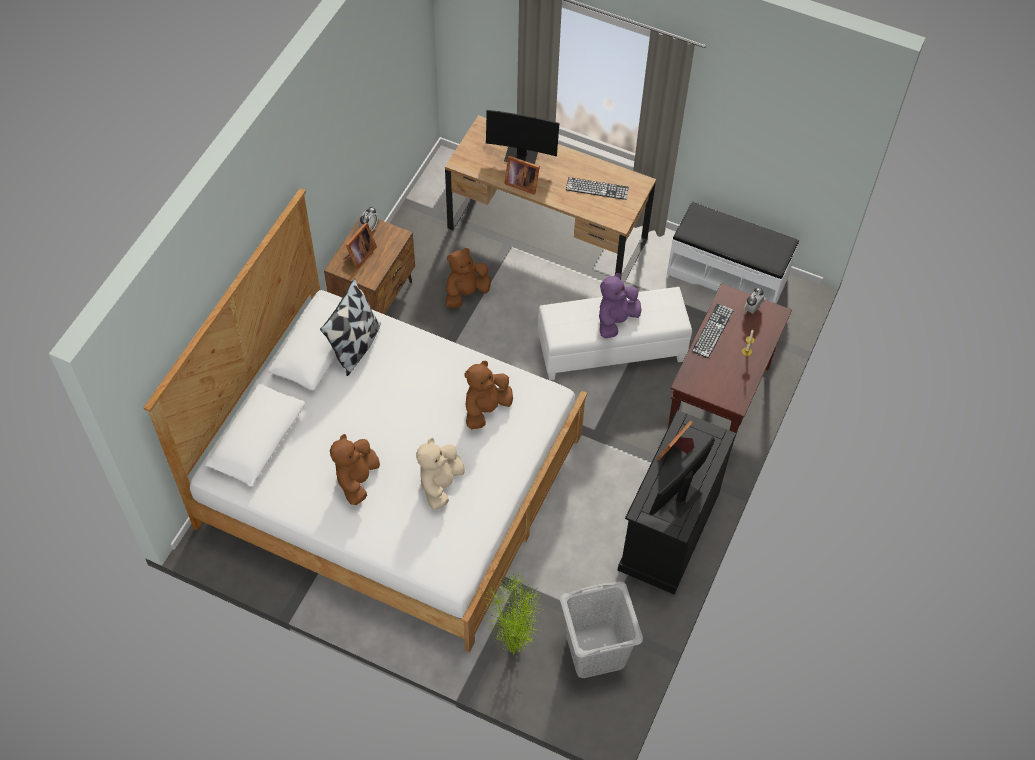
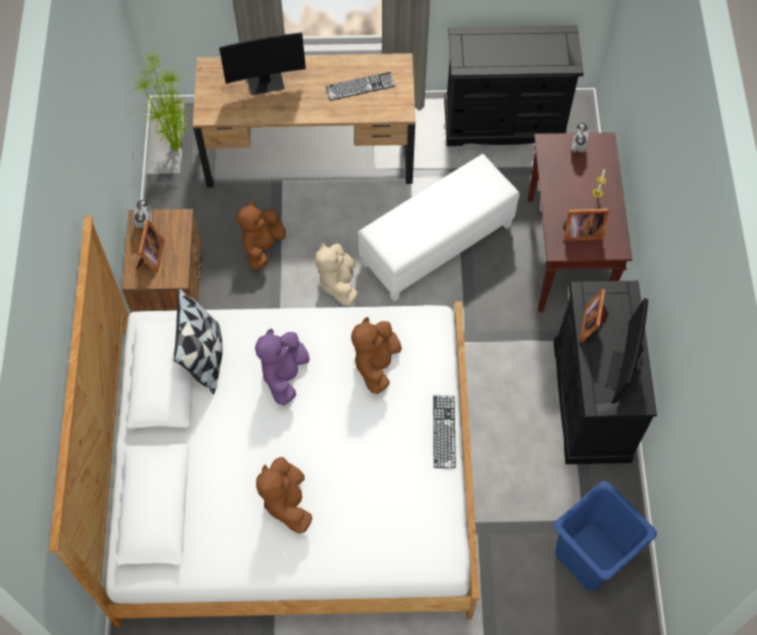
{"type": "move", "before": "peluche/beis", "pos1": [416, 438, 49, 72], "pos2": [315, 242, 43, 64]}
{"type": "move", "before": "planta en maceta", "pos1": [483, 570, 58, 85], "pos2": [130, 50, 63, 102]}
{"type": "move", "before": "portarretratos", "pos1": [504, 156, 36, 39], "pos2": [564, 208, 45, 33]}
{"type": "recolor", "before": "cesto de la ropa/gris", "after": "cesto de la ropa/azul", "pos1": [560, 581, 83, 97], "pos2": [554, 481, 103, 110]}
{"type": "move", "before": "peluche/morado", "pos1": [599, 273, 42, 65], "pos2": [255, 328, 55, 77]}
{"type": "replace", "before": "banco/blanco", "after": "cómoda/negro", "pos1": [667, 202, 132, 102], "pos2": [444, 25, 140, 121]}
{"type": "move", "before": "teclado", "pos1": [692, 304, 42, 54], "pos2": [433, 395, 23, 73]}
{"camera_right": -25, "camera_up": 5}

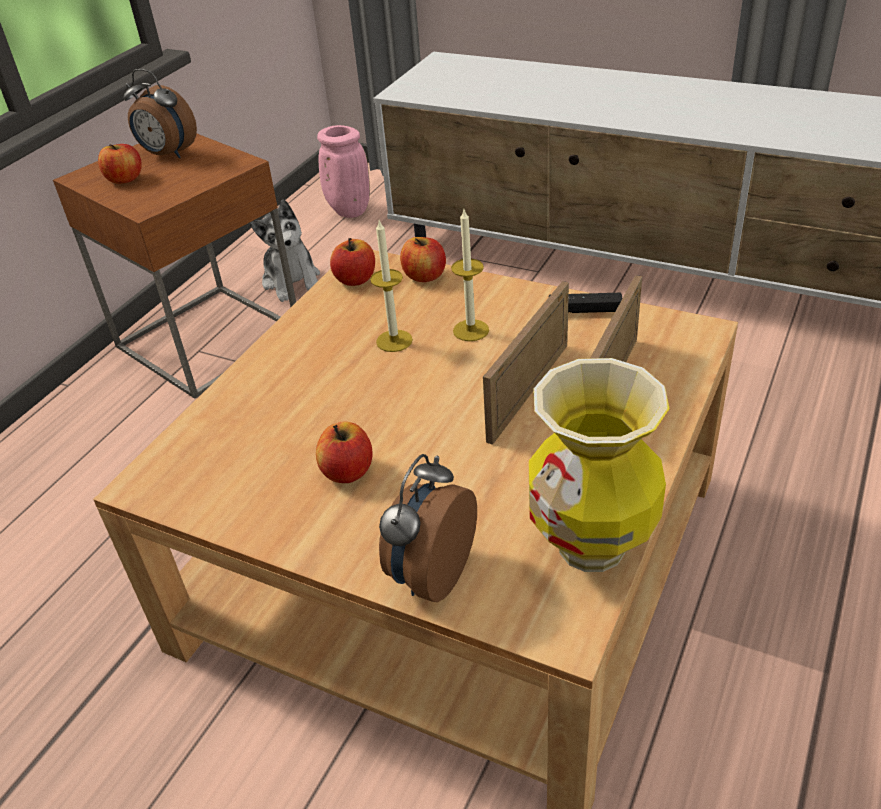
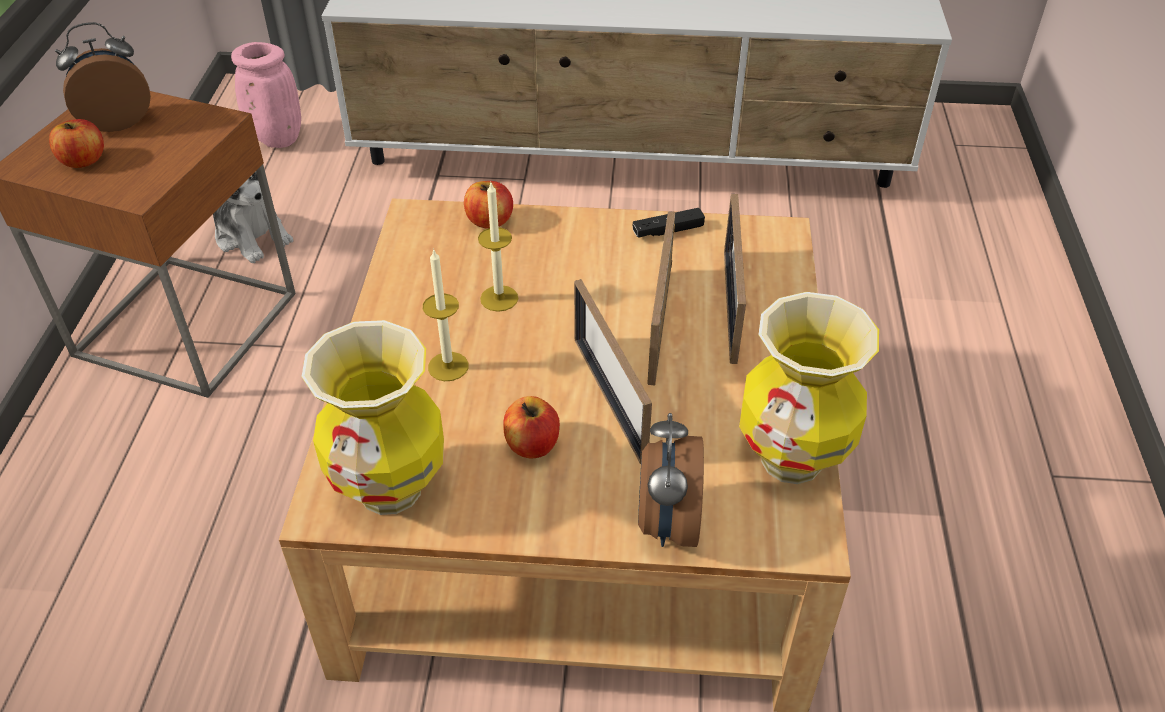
{"type": "rotate", "before": "despertador", "pos1": [123, 69, 74, 89], "pos2": [55, 22, 96, 110], "turn": 150}
{"type": "delete", "before": "manzana", "pos1": [330, 238, 45, 48]}
{"type": "move", "before": "vela", "pos1": [451, 210, 38, 131], "pos2": [423, 248, 45, 133]}
{"type": "insert", "after": "florero", "pos2": [301, 320, 143, 195]}
{"type": "insert", "after": "portarretratos", "pos2": [574, 279, 78, 185]}
{"camera_right": -25, "camera_up": 5}

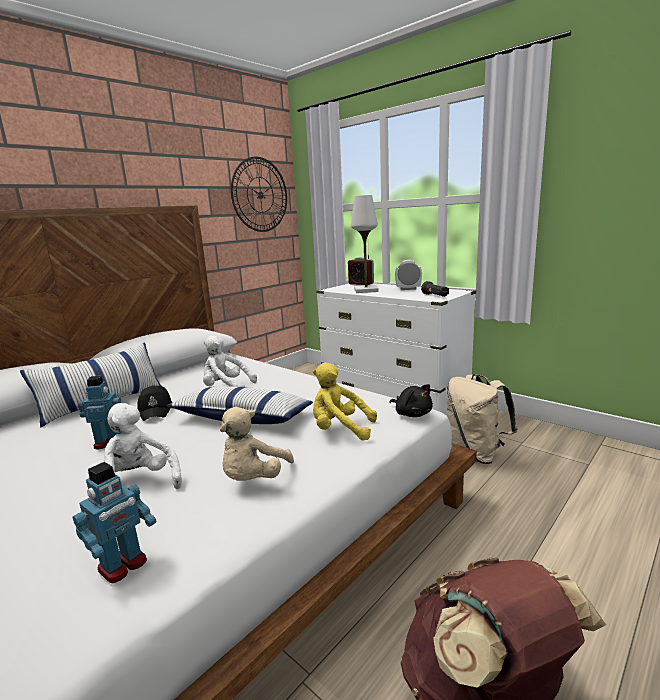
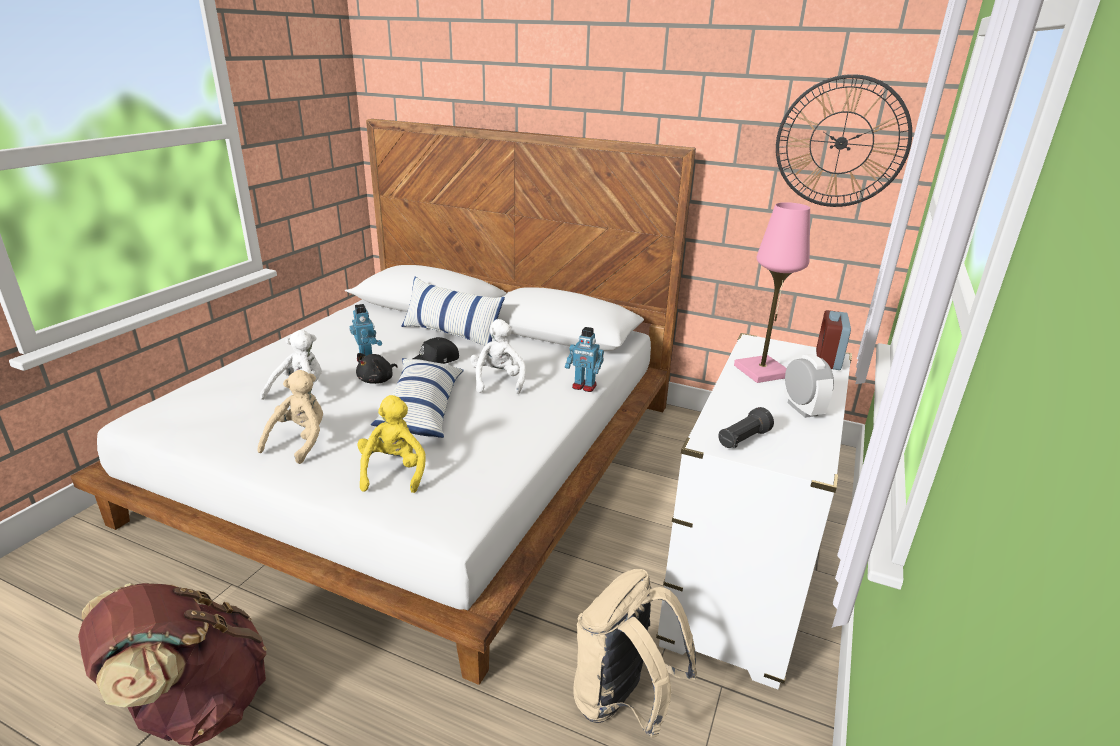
{"type": "move", "before": "robot de juguete", "pos1": [73, 462, 83, 121], "pos2": [565, 327, 39, 65]}
{"type": "rotate", "before": "peluche/beis", "pos1": [220, 407, 74, 74], "pos2": [257, 370, 66, 94], "turn": 105}
{"type": "recolor", "before": "lámpara de mesa/blanco", "after": "lámpara de mesa/rosa", "pos1": [351, 195, 28, 98], "pos2": [734, 202, 76, 181]}
{"type": "move", "before": "peluche/negro", "pos1": [389, 384, 44, 33], "pos2": [356, 353, 42, 31]}
{"camera_right": 70, "camera_up": 10}

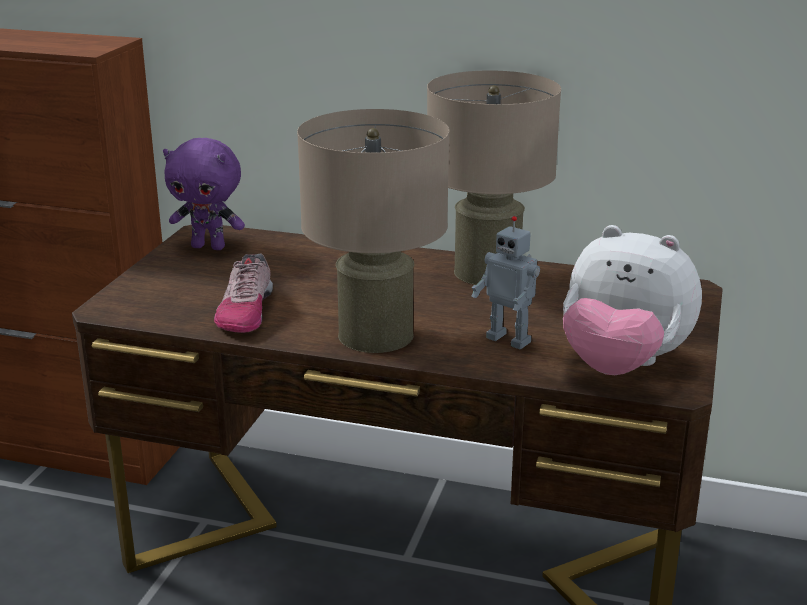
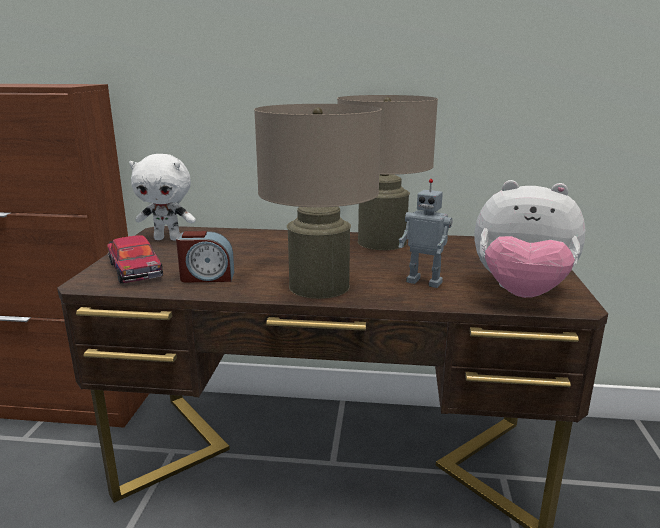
{"type": "recolor", "before": "peluche/morado", "after": "peluche/blanco", "pos1": [163, 138, 82, 112], "pos2": [129, 154, 67, 86]}
{"type": "replace", "before": "zapato", "after": "despertador", "pos1": [214, 253, 59, 80], "pos2": [176, 231, 58, 52]}
{"type": "insert", "after": "coche de juguete", "pos2": [107, 235, 56, 48]}
{"camera_right": -10, "camera_up": -5}

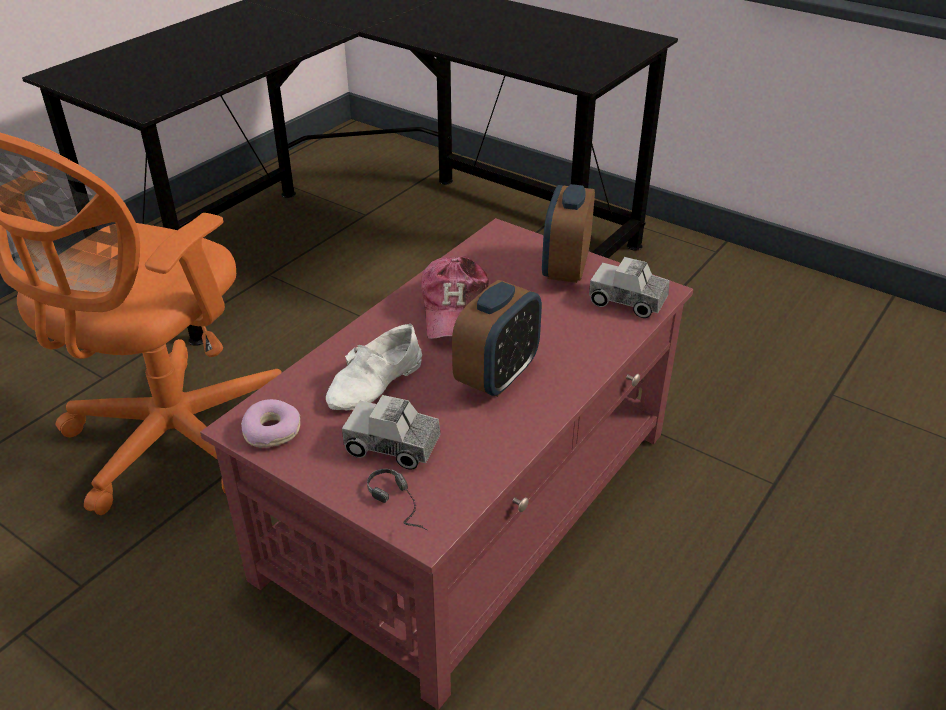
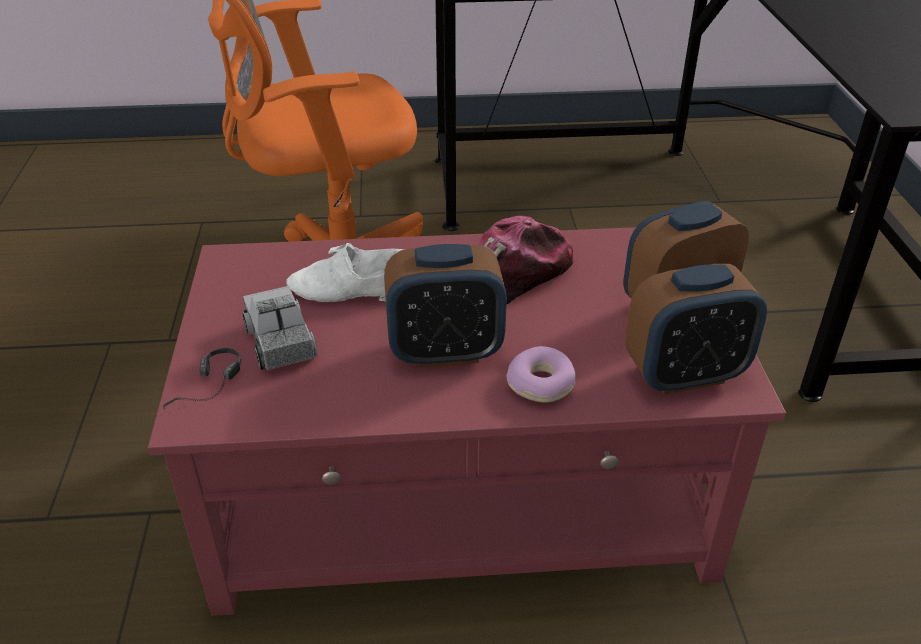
{"type": "move", "before": "rosquilla", "pos1": [241, 399, 59, 49], "pos2": [506, 346, 70, 57]}
{"type": "replace", "before": "camión de juguete", "after": "despertador", "pos1": [589, 257, 80, 61], "pos2": [625, 264, 142, 130]}
{"camera_right": 50, "camera_up": 0}

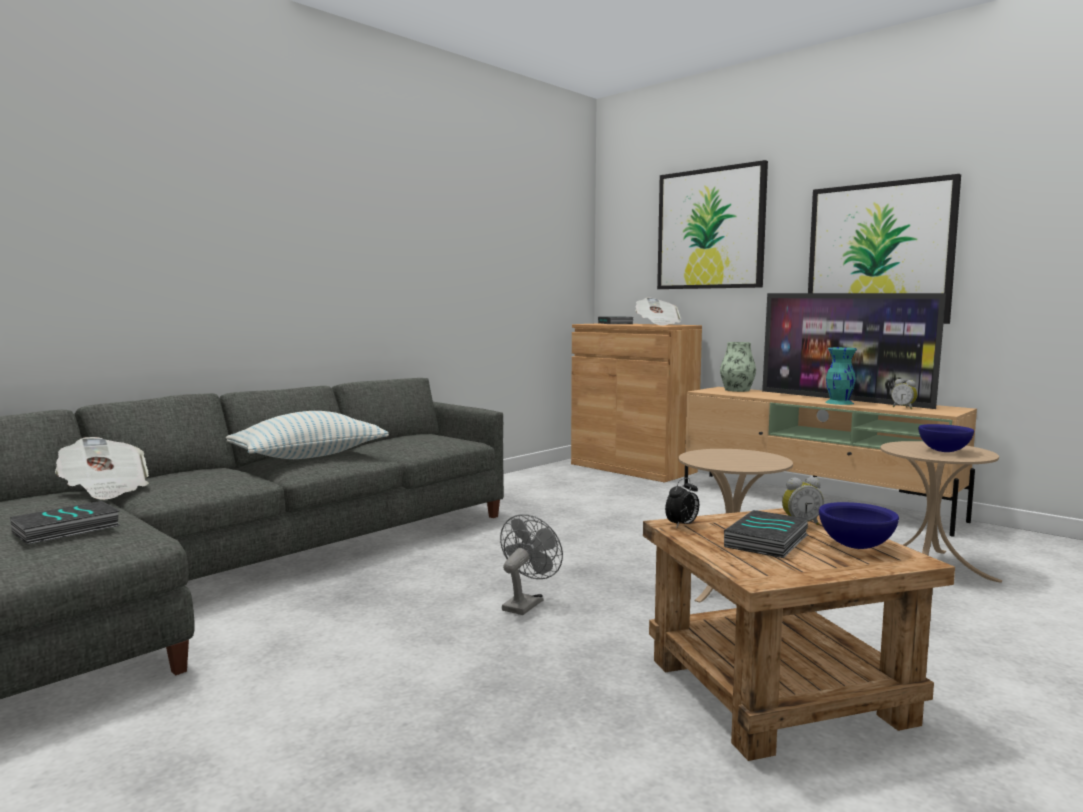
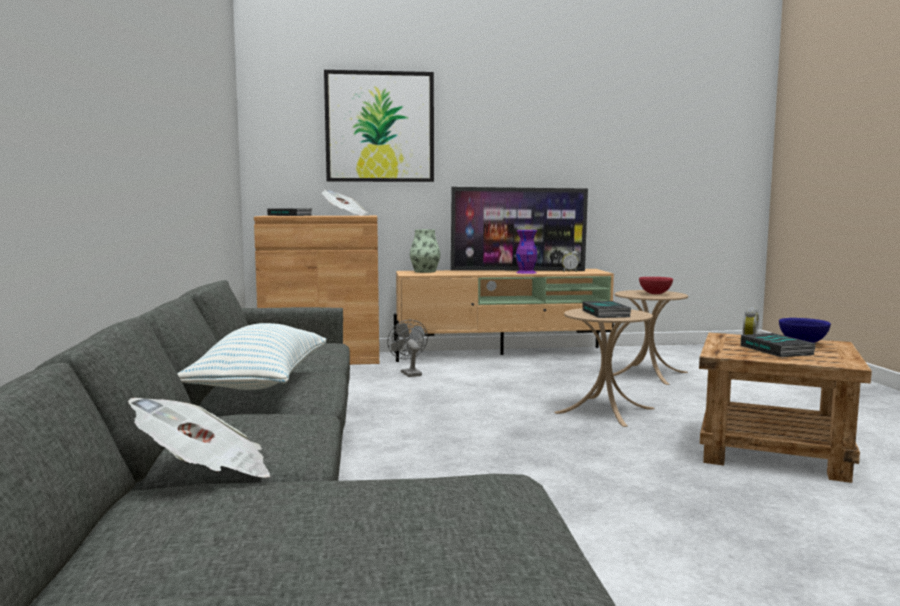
{"type": "move", "before": "libro", "pos1": [10, 501, 110, 44], "pos2": [583, 301, 48, 17]}
{"type": "move", "before": "ventilador/gris", "pos1": [500, 514, 63, 101], "pos2": [387, 320, 41, 57]}
{"type": "delete", "before": "despertador", "pos1": [665, 478, 34, 50]}
{"type": "delete", "before": "cuadro", "pos1": [808, 174, 153, 150]}
{"type": "recolor", "before": "florero/turquesa", "after": "florero/morado", "pos1": [825, 347, 32, 58], "pos2": [516, 230, 21, 44]}
{"type": "recolor", "before": "cuenco/azul", "after": "cuenco/rojo", "pos1": [918, 424, 56, 28], "pos2": [639, 277, 34, 17]}
{"camera_right": -50, "camera_up": 0}

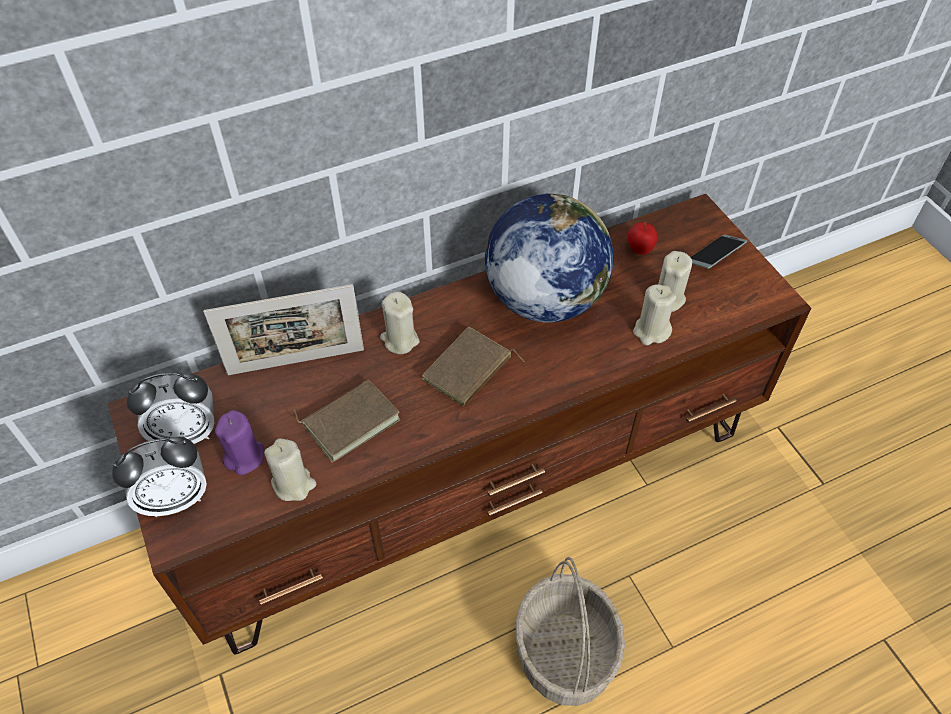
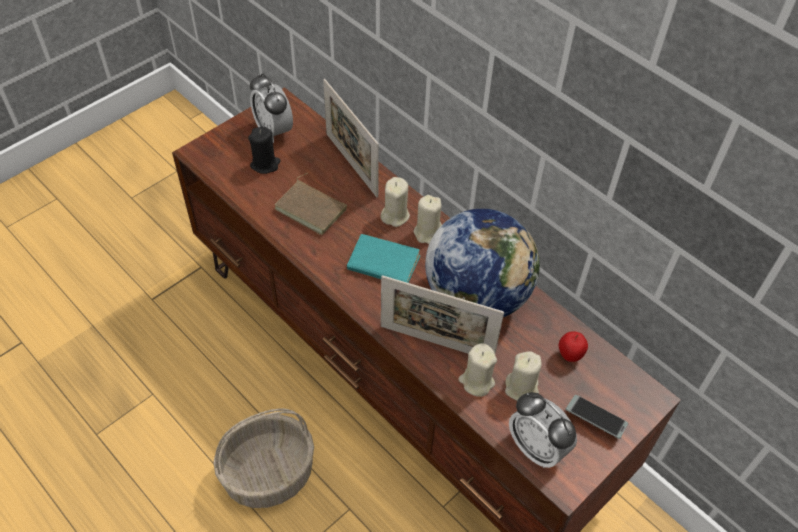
{"type": "move", "before": "despertador", "pos1": [112, 437, 95, 80], "pos2": [509, 392, 68, 76]}
{"type": "recolor", "before": "vela/morado", "after": "vela/negro", "pos1": [215, 410, 49, 65], "pos2": [248, 127, 33, 47]}
{"type": "move", "before": "vela/beis", "pos1": [264, 439, 52, 62], "pos2": [414, 195, 28, 49]}
{"type": "recolor", "before": "libro/marrón", "after": "libro/turquesa", "pos1": [422, 327, 103, 80], "pos2": [347, 234, 74, 49]}
{"type": "insert", "after": "portarretratos", "pos2": [381, 275, 123, 78]}
{"camera_right": 70, "camera_up": 0}

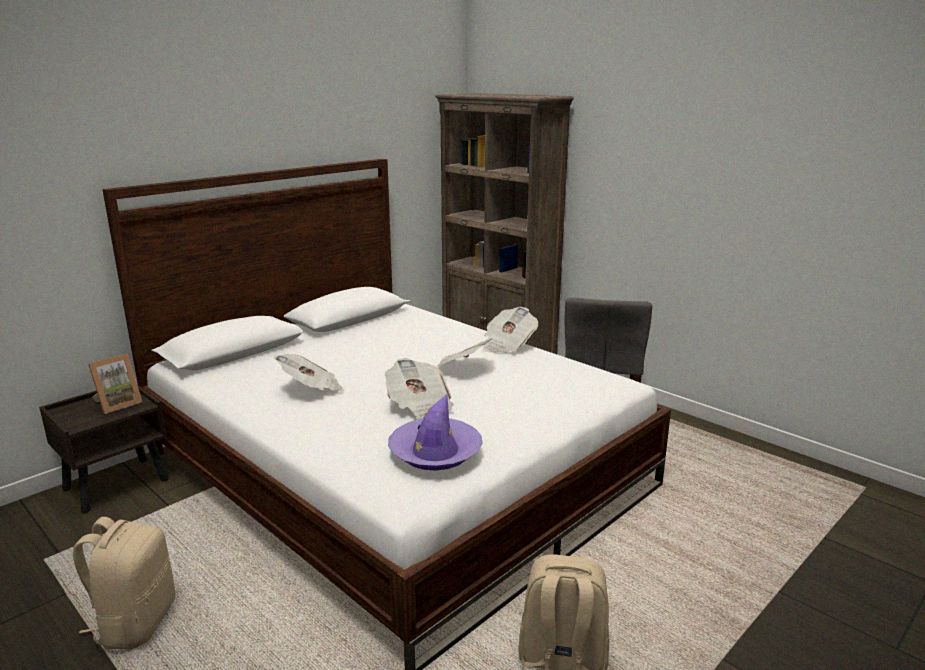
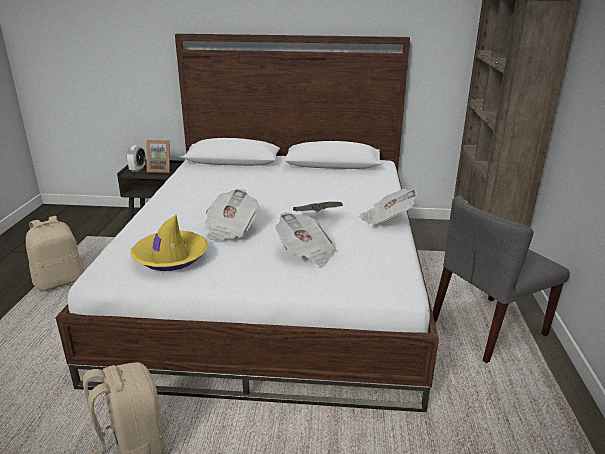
{"type": "move", "before": "periódico", "pos1": [274, 354, 71, 37], "pos2": [275, 212, 61, 54]}
{"type": "recolor", "before": "sombrero/morado", "after": "sombrero/amarillo", "pos1": [388, 394, 95, 76], "pos2": [131, 215, 77, 56]}
{"type": "insert", "after": "despertador", "pos2": [126, 145, 19, 27]}
{"camera_right": 50, "camera_up": 5}

